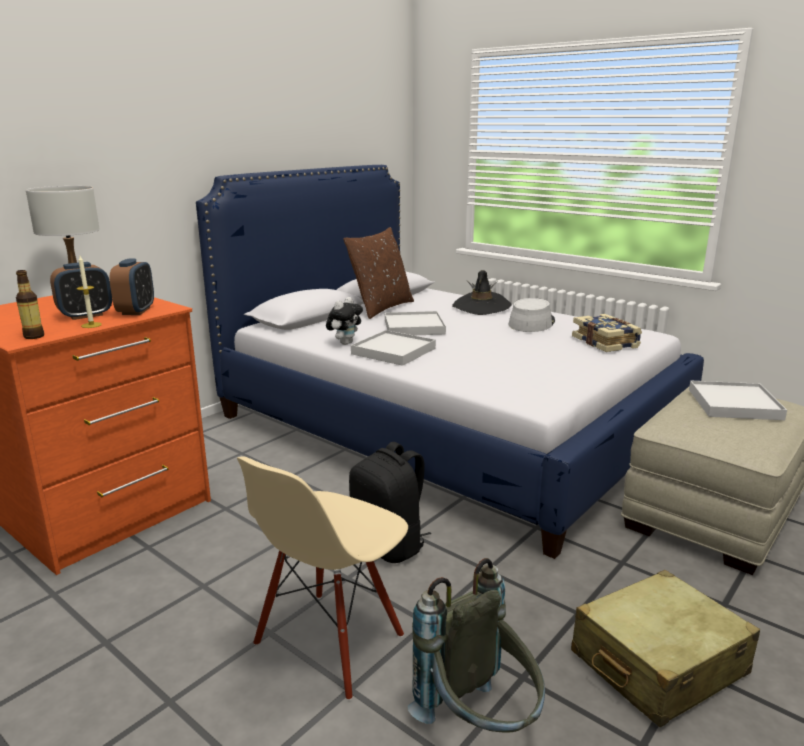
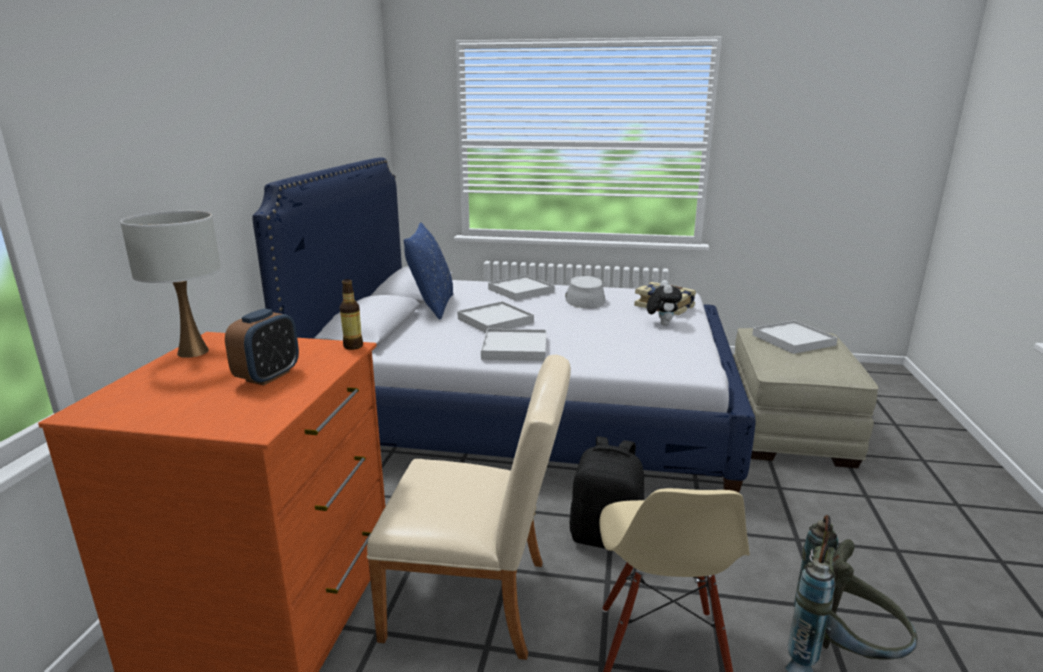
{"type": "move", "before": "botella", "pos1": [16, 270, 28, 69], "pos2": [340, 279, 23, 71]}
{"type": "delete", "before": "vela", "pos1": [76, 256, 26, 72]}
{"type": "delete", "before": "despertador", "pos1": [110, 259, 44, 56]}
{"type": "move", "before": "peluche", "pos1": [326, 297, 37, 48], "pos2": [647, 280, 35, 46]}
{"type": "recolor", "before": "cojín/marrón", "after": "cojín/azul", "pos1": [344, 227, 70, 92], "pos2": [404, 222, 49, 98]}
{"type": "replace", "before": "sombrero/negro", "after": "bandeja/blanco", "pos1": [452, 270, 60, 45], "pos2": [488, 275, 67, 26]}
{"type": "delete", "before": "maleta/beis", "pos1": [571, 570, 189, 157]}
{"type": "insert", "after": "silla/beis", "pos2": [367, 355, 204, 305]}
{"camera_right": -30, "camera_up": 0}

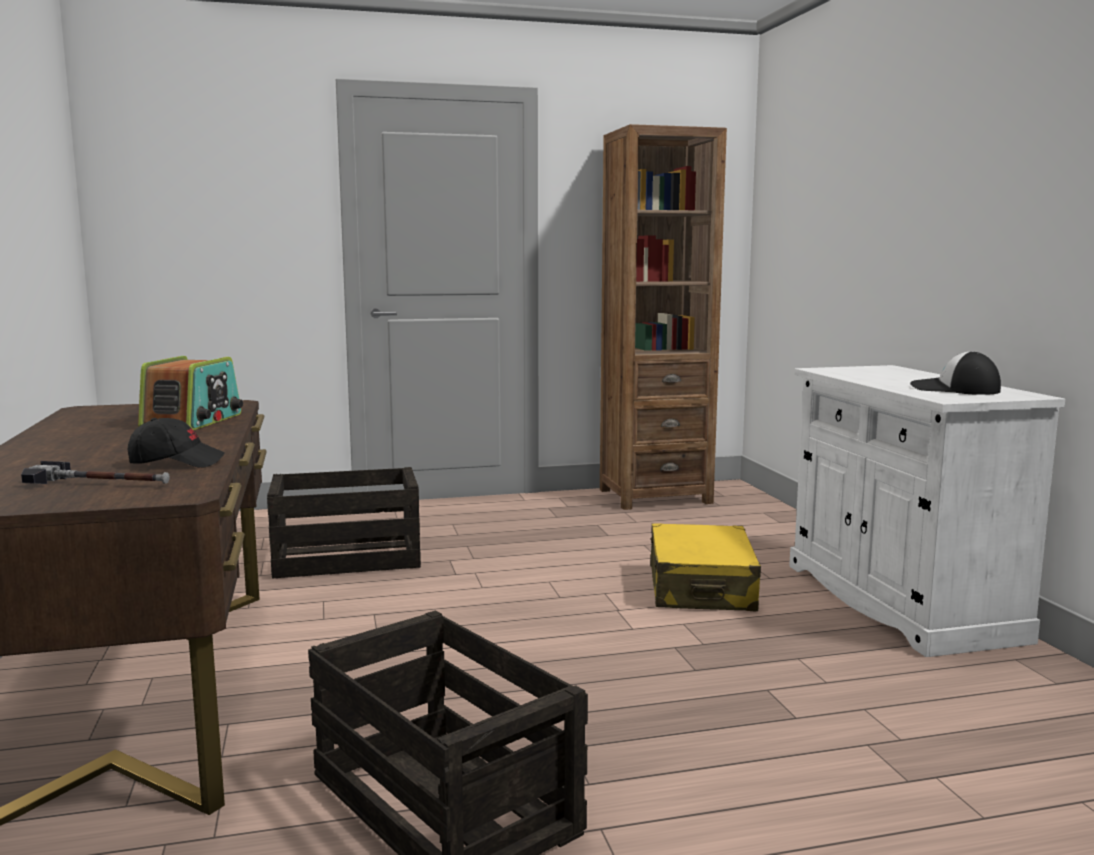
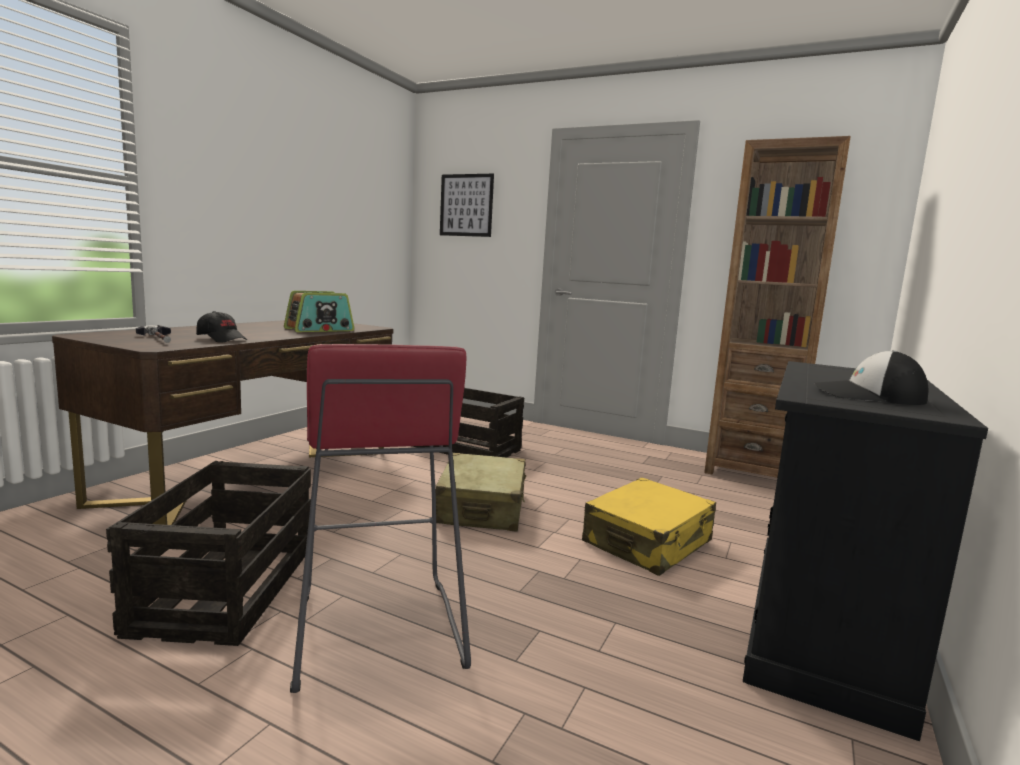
{"type": "recolor", "before": "armario/blanco", "after": "armario/negro", "pos1": [789, 365, 276, 292], "pos2": [743, 361, 245, 380]}
{"type": "rotate", "before": "gorra", "pos1": [910, 351, 91, 44], "pos2": [814, 350, 114, 55], "turn": -60}
{"type": "insert", "after": "taburete/rojo", "pos2": [290, 344, 181, 349]}
{"type": "insert", "after": "maleta/beis", "pos2": [436, 453, 90, 78]}
{"type": "insert", "after": "cuadro", "pos2": [440, 174, 54, 63]}
{"camera_right": 40, "camera_up": 0}

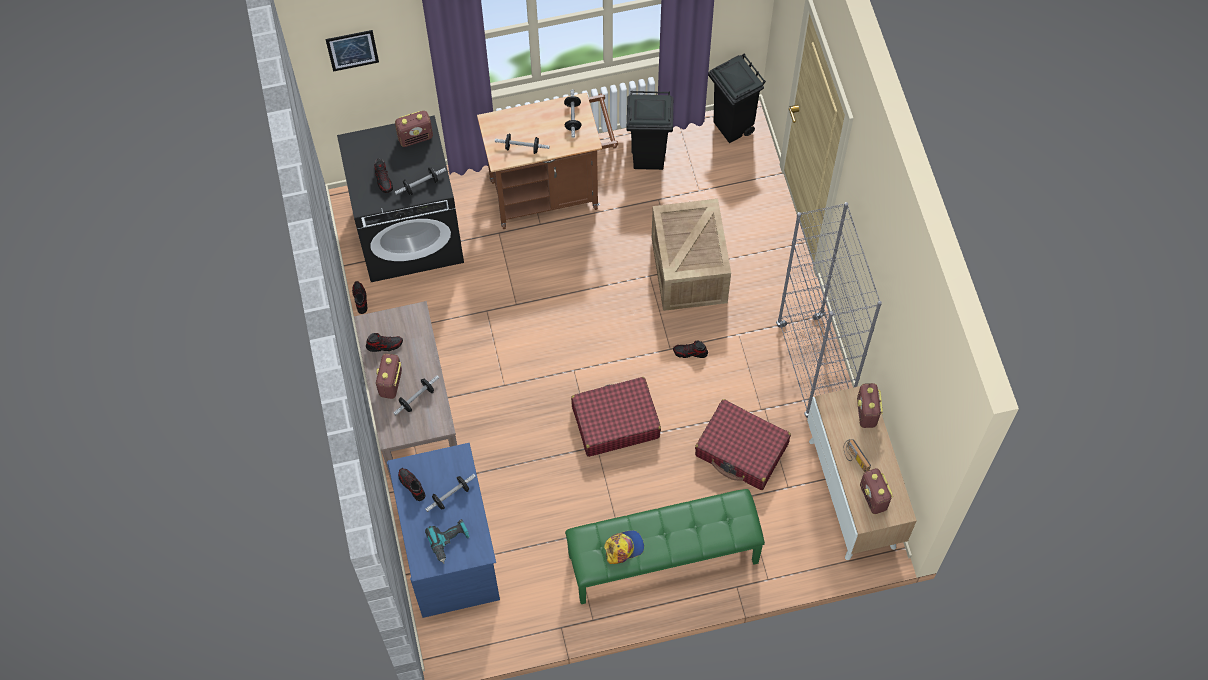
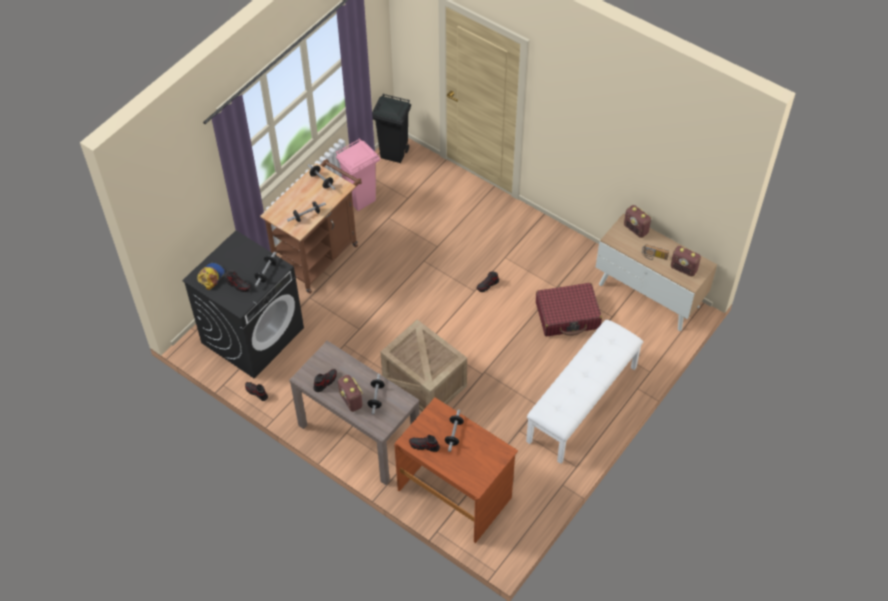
{"type": "delete", "before": "cuadro", "pos1": [325, 30, 54, 42]}
{"type": "recolor", "before": "escritorio/azul", "after": "escritorio/marrón", "pos1": [387, 443, 113, 175], "pos2": [394, 398, 124, 145]}
{"type": "delete", "before": "radio", "pos1": [395, 110, 38, 37]}
{"type": "delete", "before": "taladro", "pos1": [425, 519, 45, 45]}
{"type": "recolor", "before": "banco/verde", "after": "banco/blanco", "pos1": [565, 489, 200, 115], "pos2": [526, 320, 117, 144]}
{"type": "delete", "before": "maleta/rojo", "pos1": [571, 377, 90, 80]}
{"type": "move", "before": "gorra", "pos1": [604, 530, 40, 34], "pos2": [197, 263, 28, 27]}
{"type": "recolor", "before": "papelera/negro", "after": "papelera/rosa", "pos1": [627, 91, 46, 79], "pos2": [336, 138, 44, 73]}
{"type": "move", "before": "caja de embalaje", "pos1": [652, 199, 79, 112], "pos2": [380, 320, 87, 91]}
{"type": "delete", "before": "estantería/gris", "pos1": [776, 202, 106, 217]}
{"camera_right": -40, "camera_up": -10}

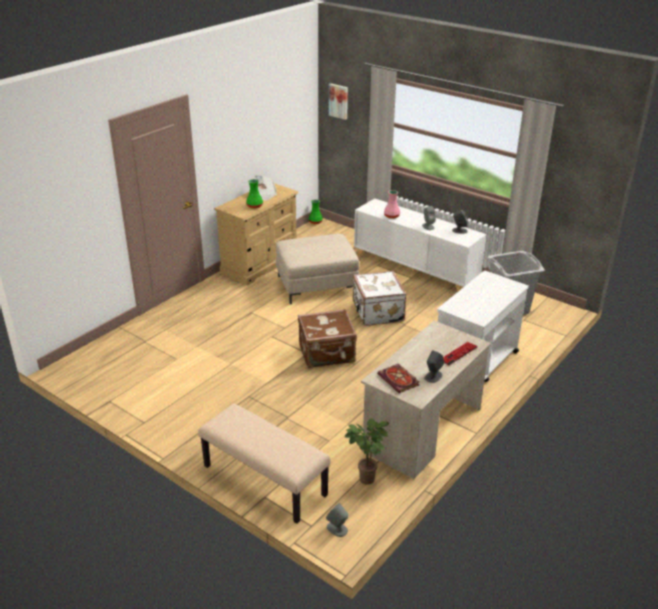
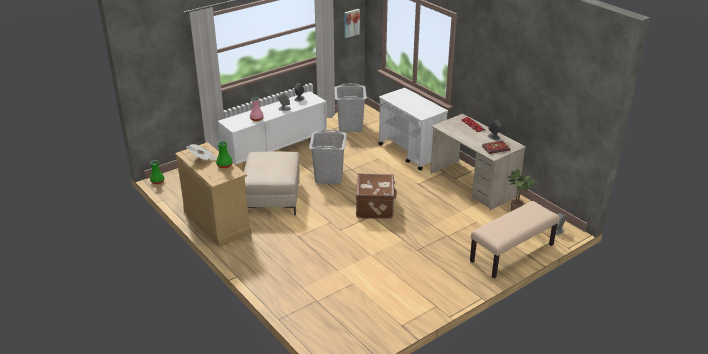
{"type": "move", "before": "cuadro", "pos1": [329, 83, 19, 37], "pos2": [345, 9, 15, 29]}
{"type": "replace", "before": "maleta/blanco", "after": "cesto de la ropa/gris", "pos1": [352, 271, 54, 55], "pos2": [309, 130, 38, 54]}
{"camera_right": -75, "camera_up": 0}

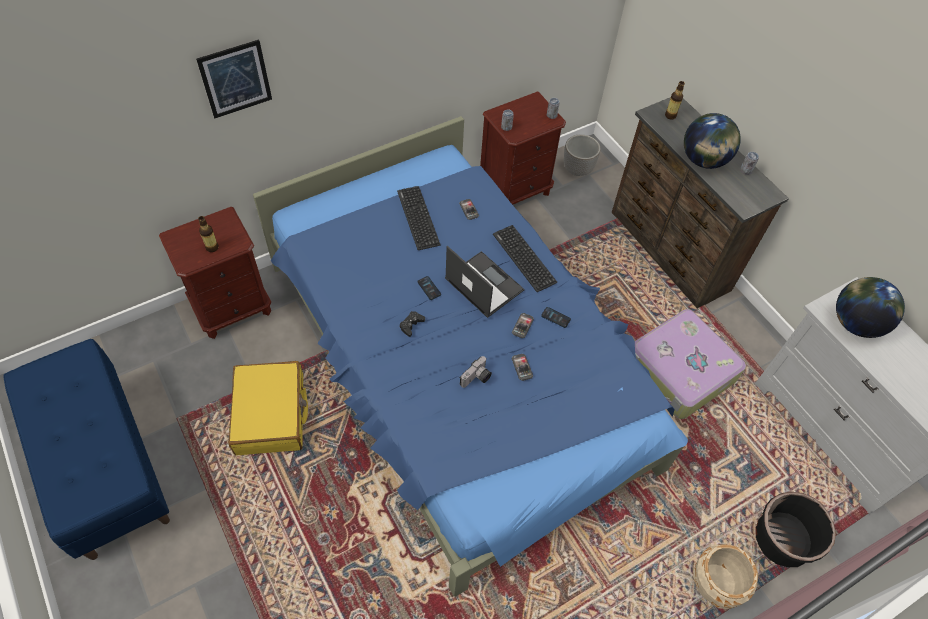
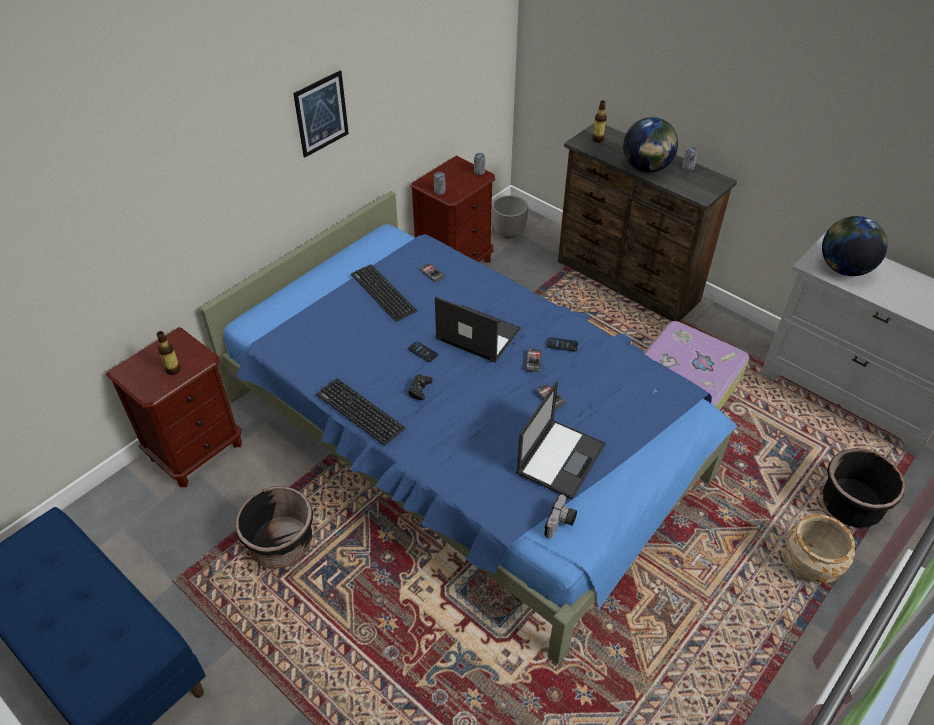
{"type": "move", "before": "cuadro", "pos1": [196, 39, 76, 79], "pos2": [293, 70, 56, 88]}
{"type": "replace", "before": "maleta/amarillo", "after": "maceta/negro", "pos1": [228, 361, 80, 95], "pos2": [235, 486, 78, 83]}
{"type": "move", "before": "cámara", "pos1": [460, 356, 32, 32], "pos2": [544, 495, 33, 44]}
{"type": "move", "before": "teclado", "pos1": [493, 225, 64, 67], "pos2": [316, 378, 89, 67]}
{"type": "insert", "after": "portátil", "pos2": [516, 381, 90, 119]}
{"camera_right": -15, "camera_up": -10}

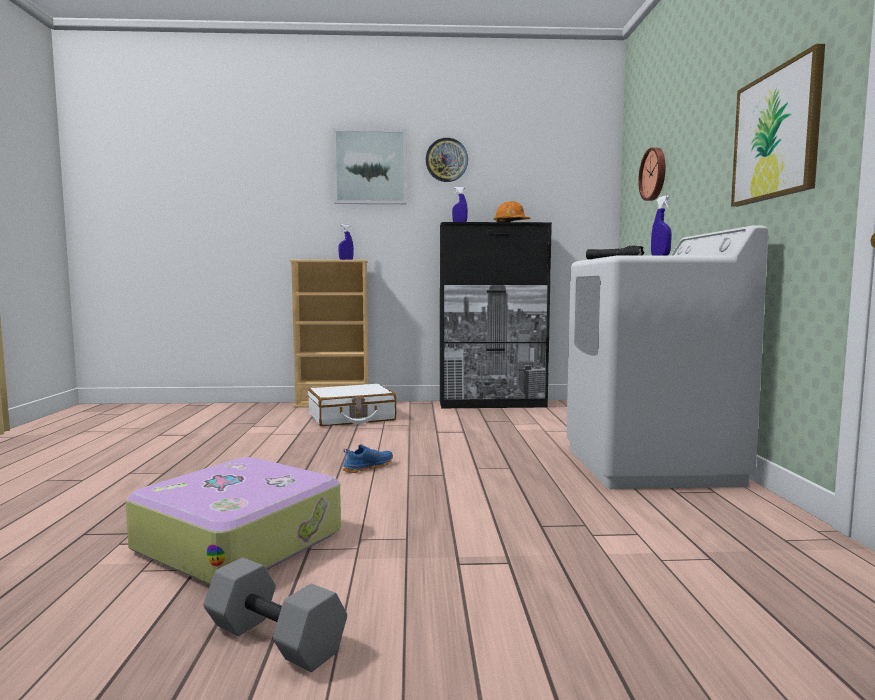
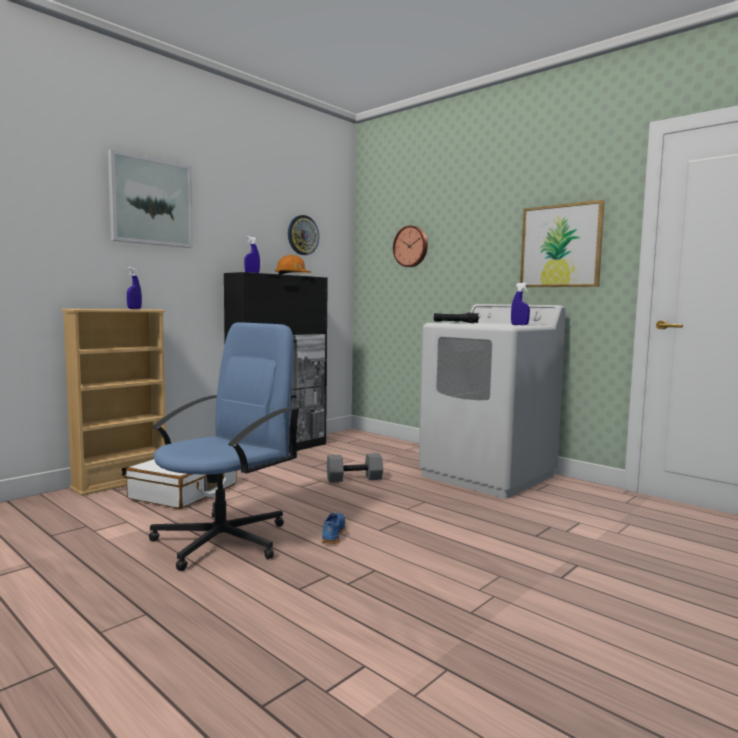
{"type": "delete", "before": "maleta", "pos1": [125, 457, 216, 128]}
{"type": "move", "before": "mancuerna/gris", "pos1": [204, 557, 143, 115], "pos2": [327, 453, 56, 29]}
{"type": "move", "before": "reloj de pared", "pos1": [426, 138, 42, 44], "pos2": [288, 215, 31, 40]}
{"type": "insert", "after": "silla de oficina/azul", "pos2": [149, 322, 151, 249]}
{"camera_right": -45, "camera_up": 0}

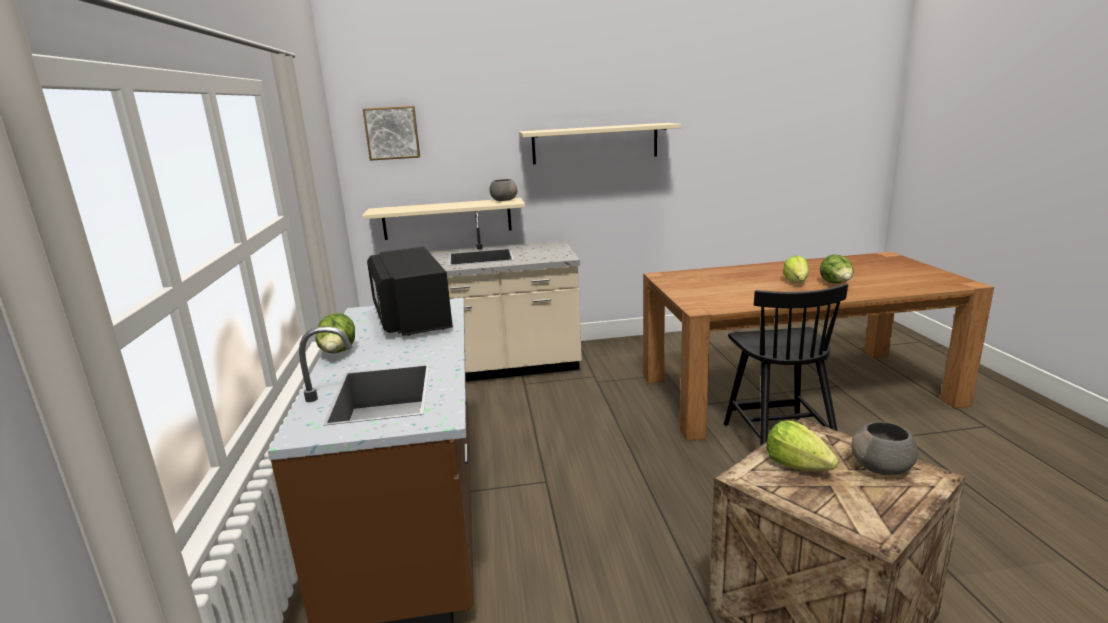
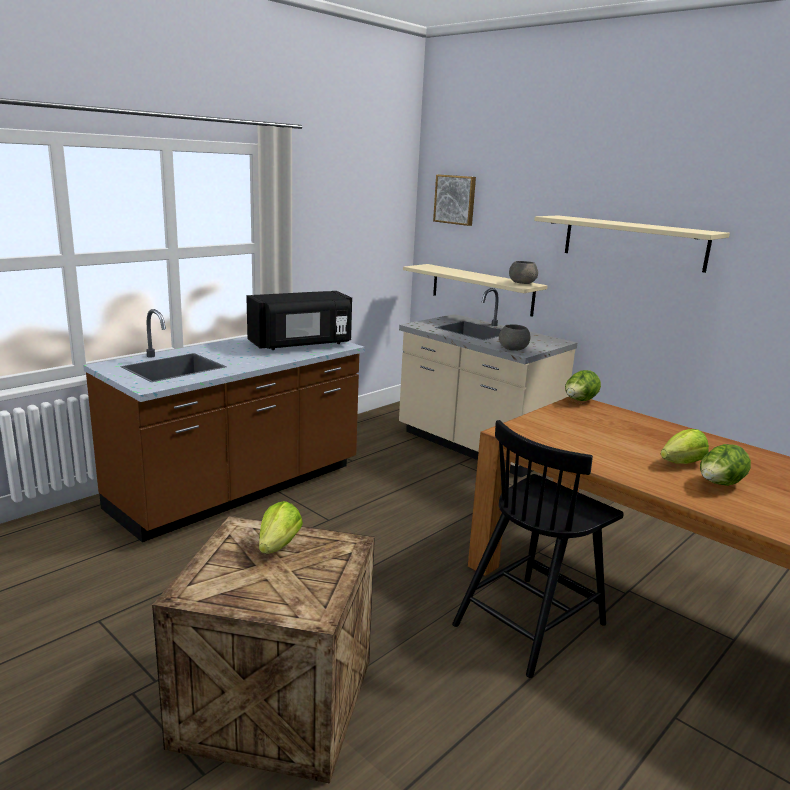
{"type": "move", "before": "lechuga", "pos1": [315, 313, 40, 40], "pos2": [565, 370, 36, 31]}
{"type": "rotate", "before": "microondas/negro", "pos1": [367, 247, 86, 89], "pos2": [246, 291, 106, 59], "turn": -150}
{"type": "move", "before": "cuenco/gris", "pos1": [851, 422, 67, 53], "pos2": [499, 324, 31, 27]}
{"camera_right": 50, "camera_up": 0}

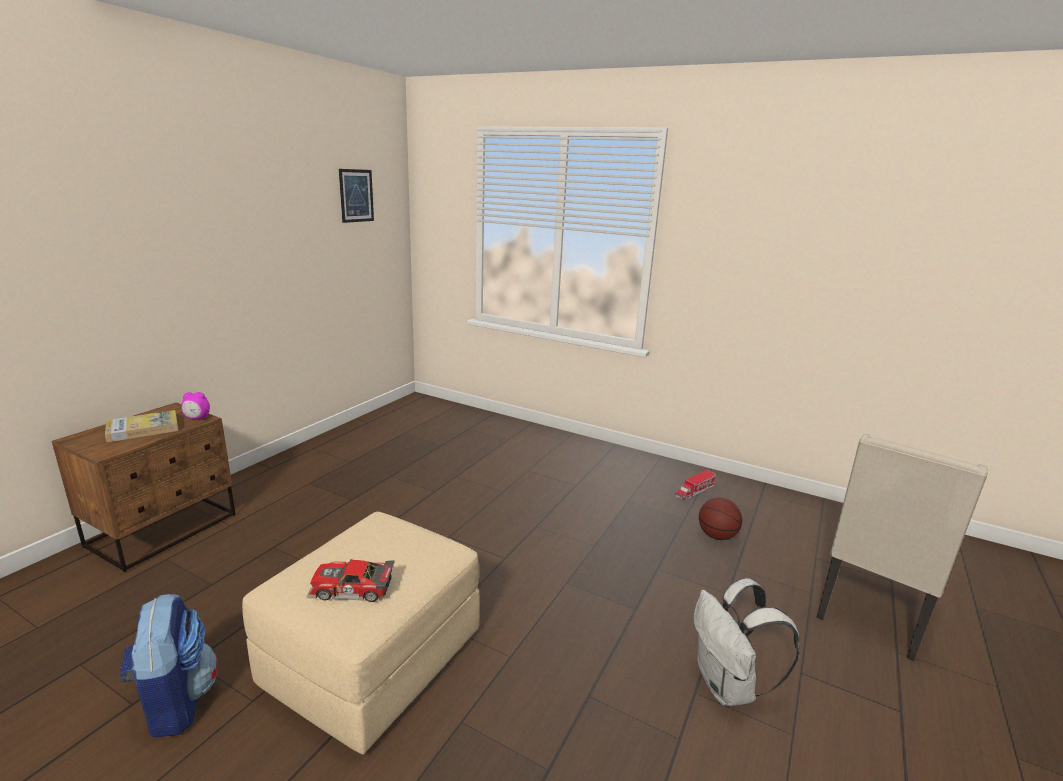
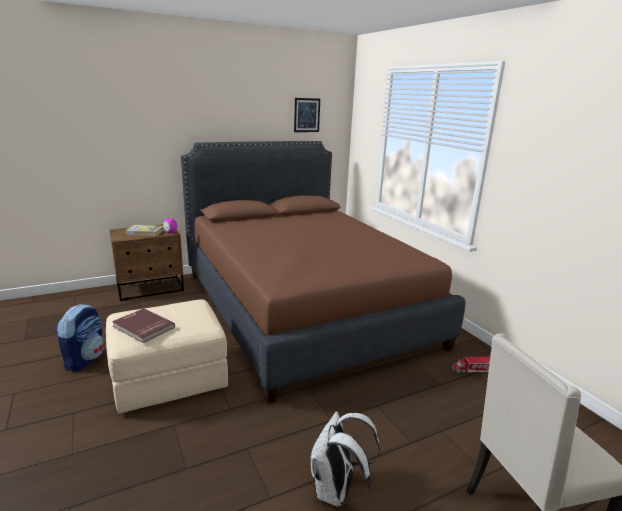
{"type": "replace", "before": "coche de juguete", "after": "libro/rojo", "pos1": [306, 559, 89, 43], "pos2": [112, 308, 63, 35]}
{"type": "delete", "before": "balón de baloncesto", "pos1": [699, 497, 43, 43]}
{"type": "insert", "after": "cama/marrón", "pos2": [181, 141, 284, 262]}
{"camera_right": 35, "camera_up": 0}

